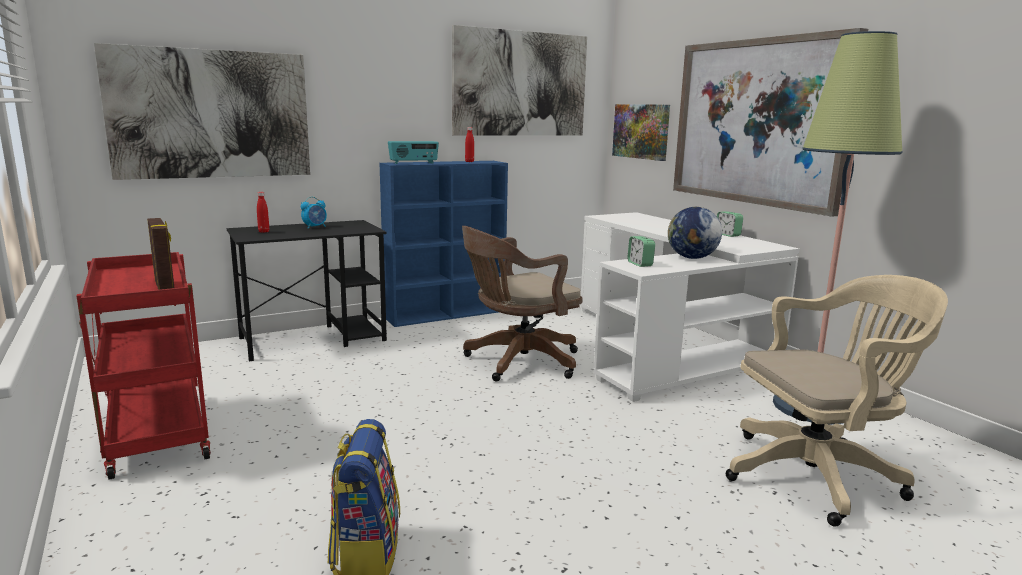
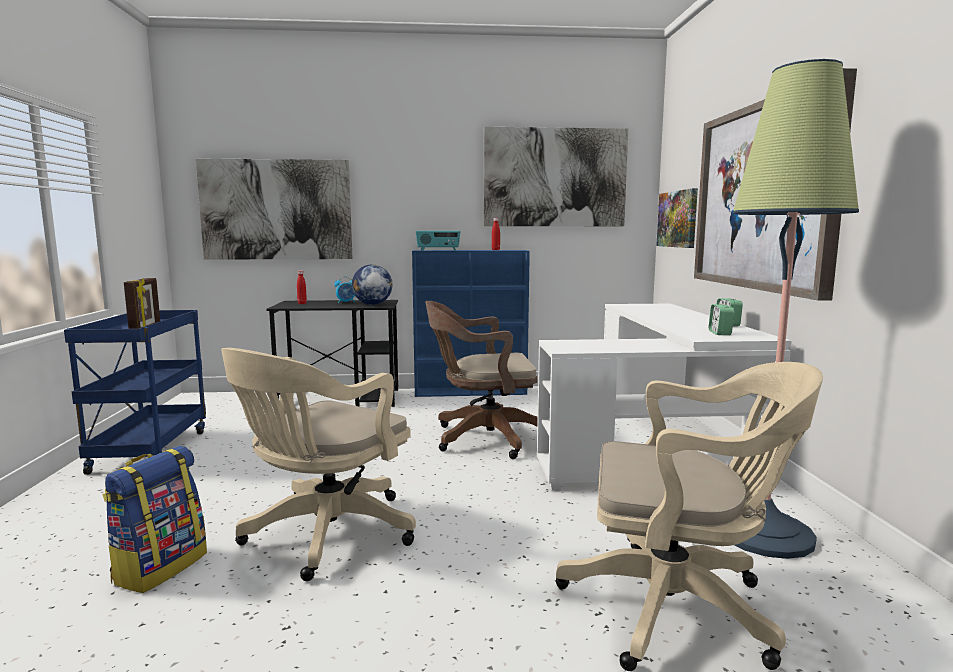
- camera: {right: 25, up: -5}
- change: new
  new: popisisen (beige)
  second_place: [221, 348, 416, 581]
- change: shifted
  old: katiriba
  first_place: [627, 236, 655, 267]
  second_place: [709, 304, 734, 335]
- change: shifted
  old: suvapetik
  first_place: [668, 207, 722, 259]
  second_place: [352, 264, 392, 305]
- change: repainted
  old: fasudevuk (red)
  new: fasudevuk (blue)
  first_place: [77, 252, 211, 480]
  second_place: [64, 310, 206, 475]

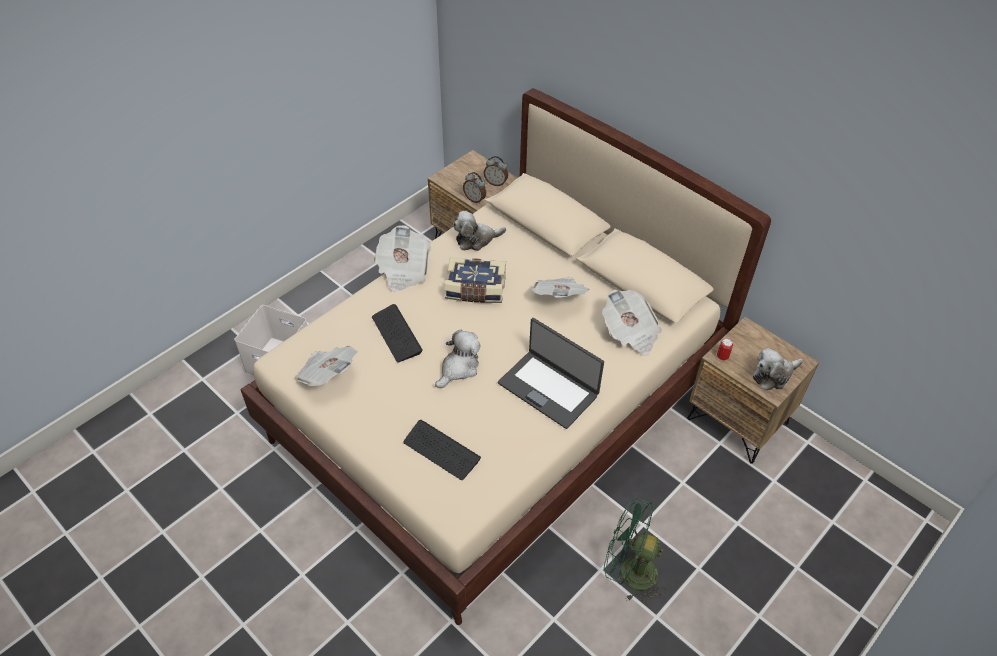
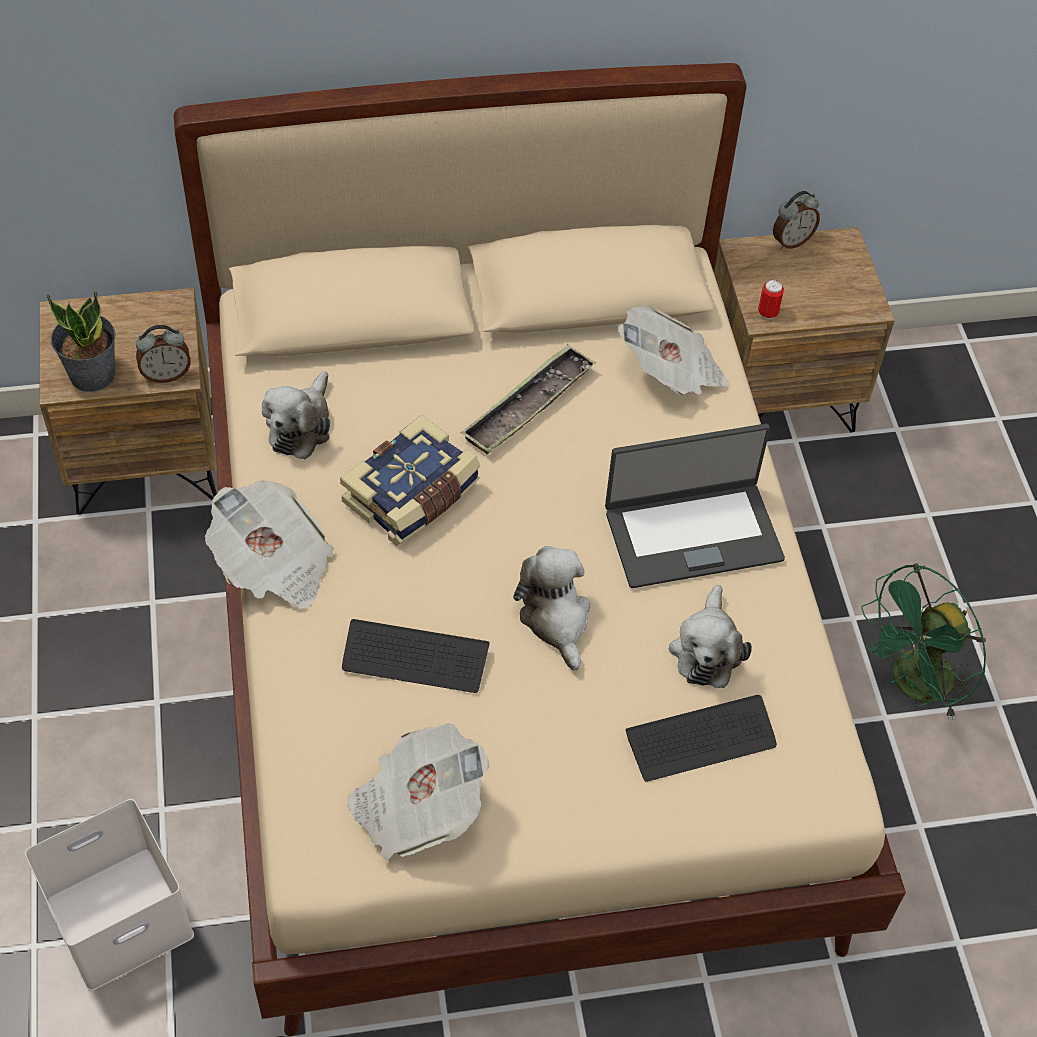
- camera: {right: -55, up: 5}
- change: new
  new: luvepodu
  second_place: [47, 291, 116, 392]
- change: shifted
  old: katiriba
  first_place: [484, 156, 508, 186]
  second_place: [773, 191, 820, 249]
- change: shifted
  old: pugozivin
  first_place: [753, 348, 803, 391]
  second_place: [669, 585, 752, 688]
- change: swapped
  old: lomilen
  new: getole
  first_place: [531, 277, 590, 298]
  second_place: [461, 344, 596, 454]

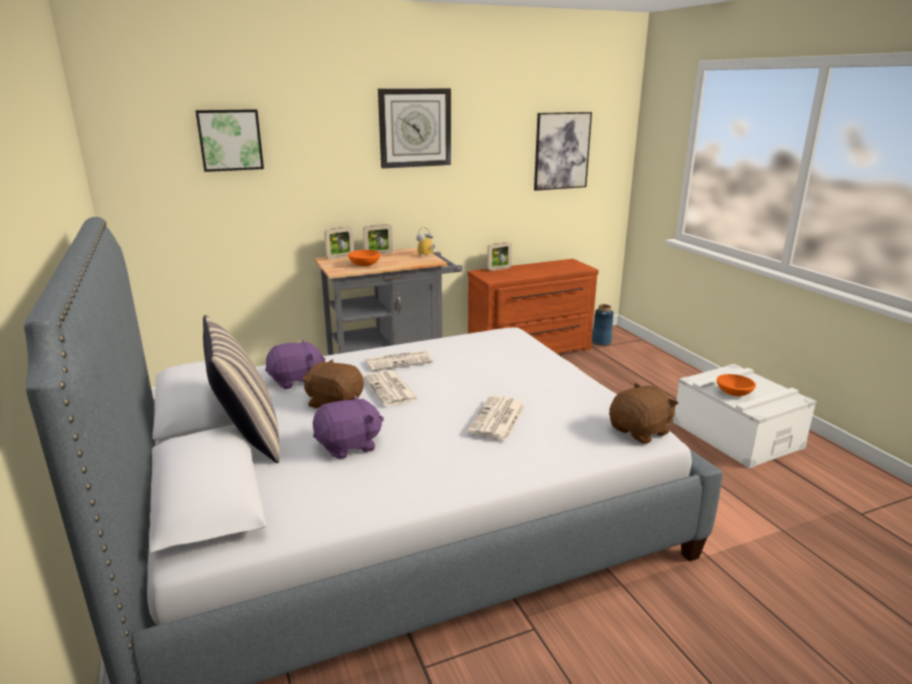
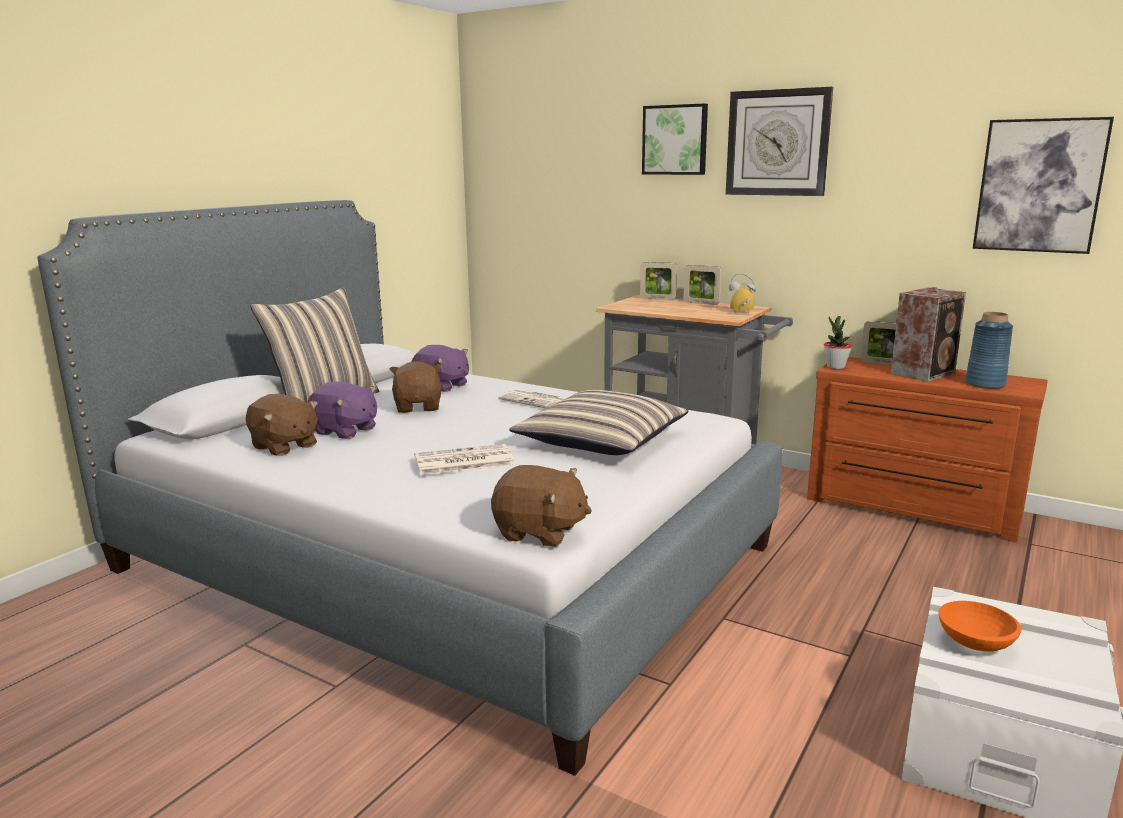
- camera: {right: 55, up: -5}
- change: gone
  old: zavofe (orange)
  first_place: [348, 250, 381, 266]
- change: gone
  old: lomilen
  first_place: [364, 370, 419, 406]
- change: new
  new: pugozivin (brown)
  second_place: [246, 394, 318, 456]
- change: new
  new: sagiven
  second_place: [509, 390, 689, 455]
- change: new
  new: luvepodu
  second_place: [824, 316, 852, 369]
- change: new
  new: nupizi
  second_place: [891, 287, 966, 382]
- change: shifted
  old: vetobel
  first_place: [195, 109, 264, 172]
  second_place: [642, 103, 708, 175]
- change: shifted
  old: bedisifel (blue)
  first_place: [592, 304, 614, 346]
  second_place: [965, 312, 1013, 389]

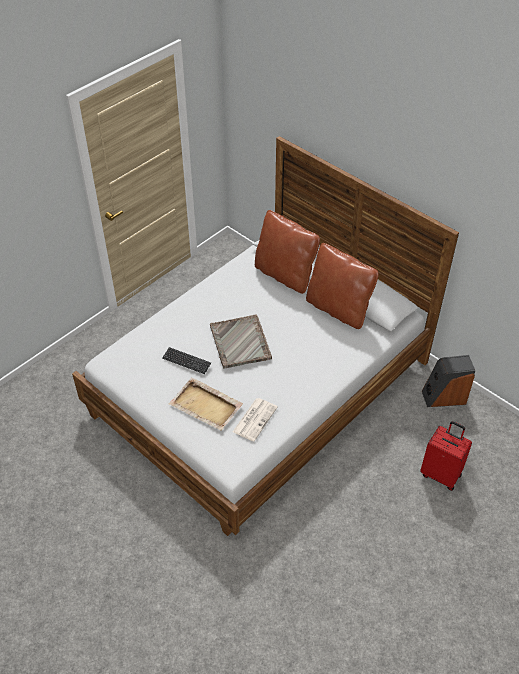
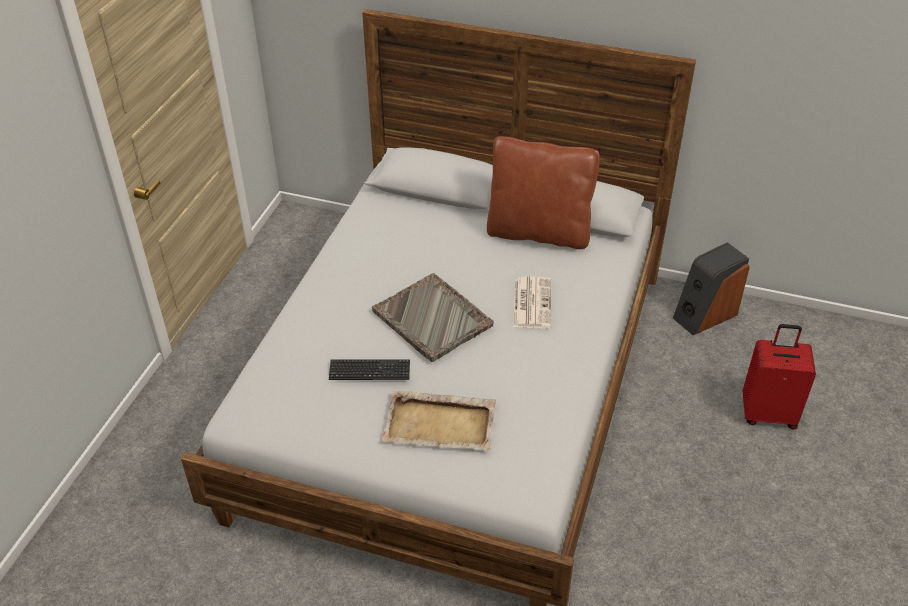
- camera: {right: -25, up: -5}
- change: gone
  old: sagiven (brown)
  first_place: [255, 210, 320, 294]
- change: shifted
  old: lomilen
  first_place: [233, 398, 278, 442]
  second_place: [513, 277, 551, 329]

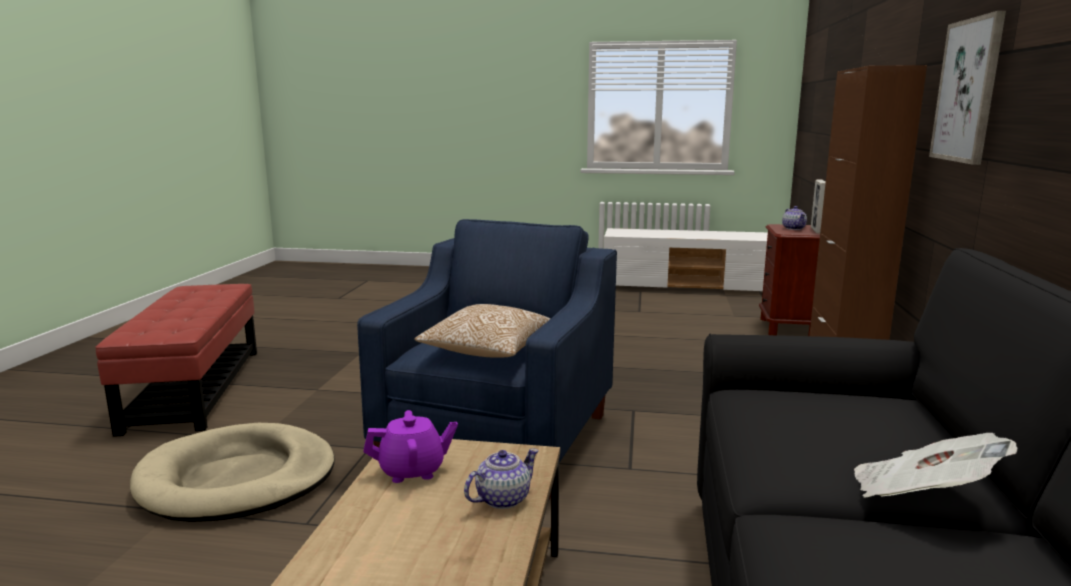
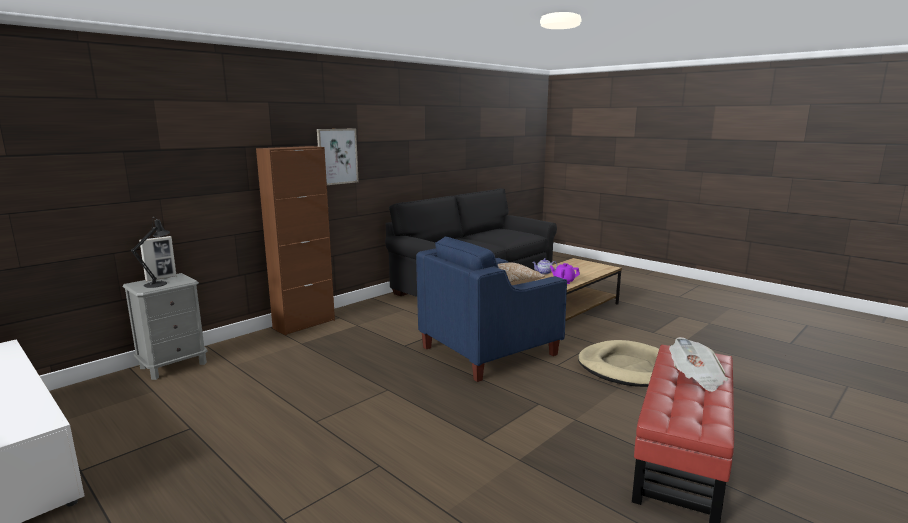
- camera: {right: -145, up: 0}
- change: shifted
  old: lomilen
  first_place: [854, 433, 1017, 497]
  second_place: [669, 337, 728, 392]
- change: swapped
  old: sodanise
  new: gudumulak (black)
  first_place: [782, 206, 807, 230]
  second_place: [131, 217, 170, 288]
- change: repainted
  old: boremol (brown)
  new: boremol (grey)
  first_place: [759, 224, 820, 336]
  second_place: [122, 273, 208, 380]

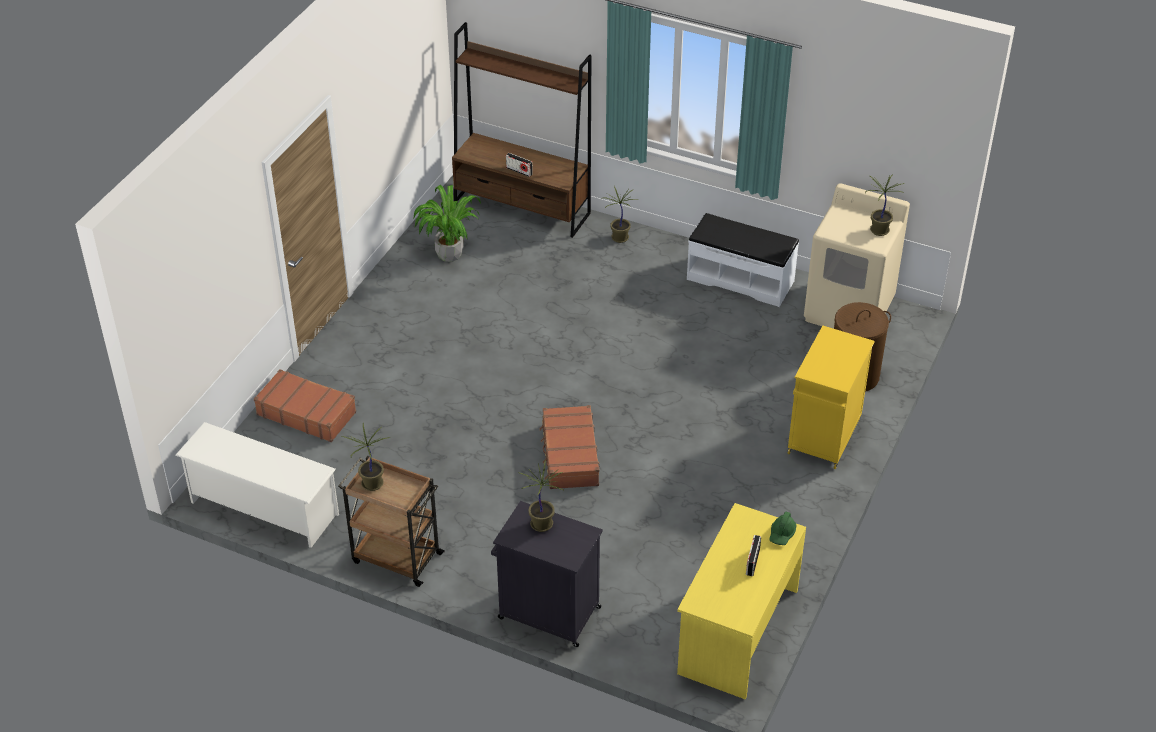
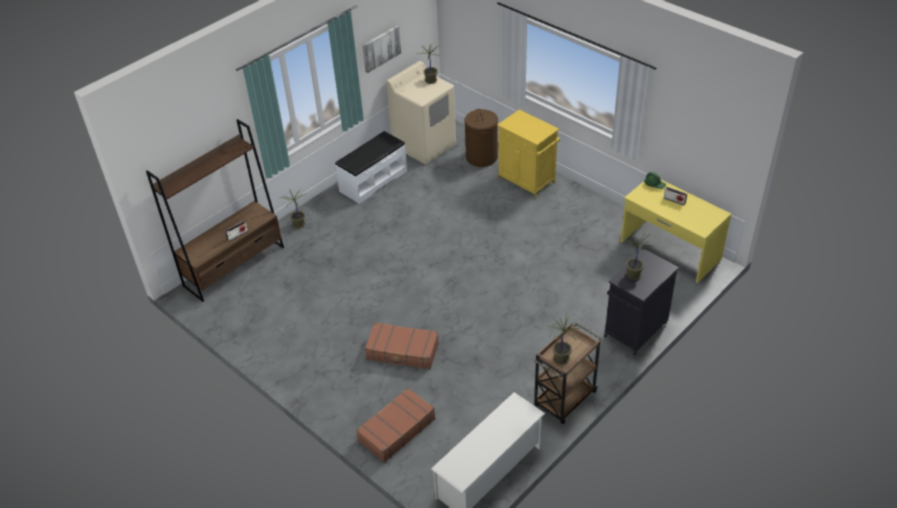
- camera: {right: -70, up: 0}
- change: gone
  old: luvepodu
  first_place: [413, 185, 481, 262]
- change: new
  new: vetobel
  second_place: [363, 25, 401, 73]
- change: shifted
  old: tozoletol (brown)
  first_place: [540, 405, 599, 489]
  second_place: [364, 322, 439, 369]

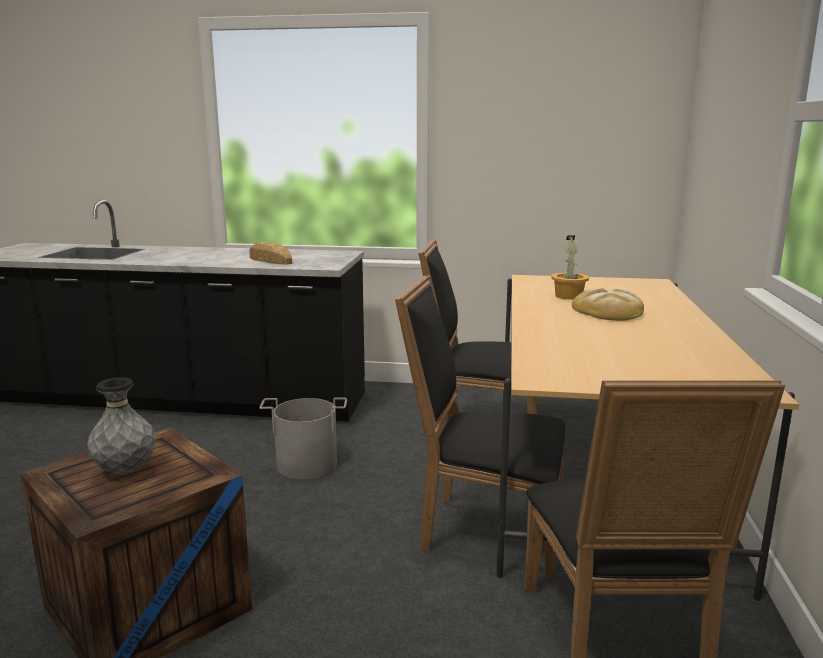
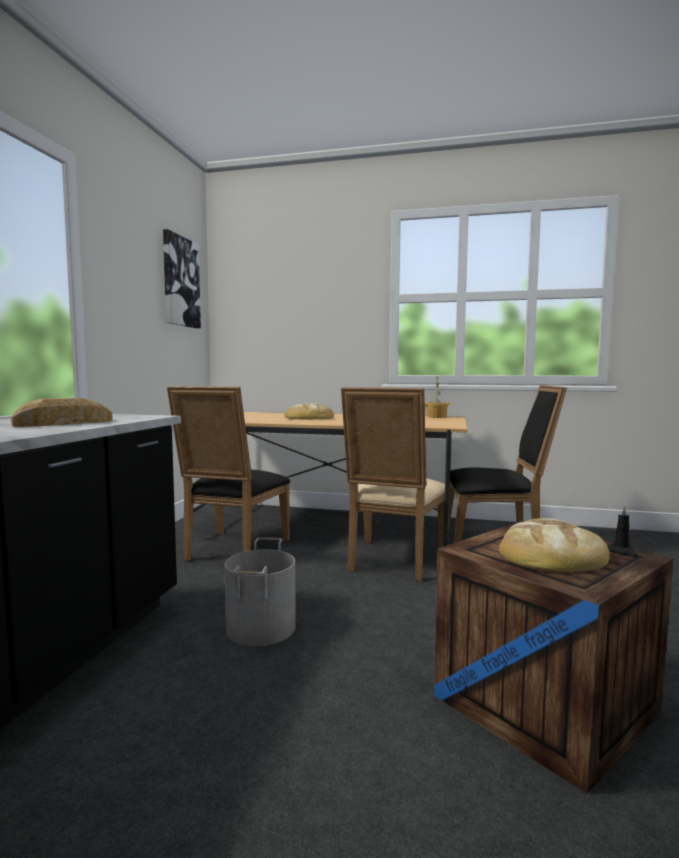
- camera: {right: -85, up: -10}
- change: new
  new: vetobel
  second_place: [163, 229, 201, 328]
- change: new
  new: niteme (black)
  second_place: [607, 506, 638, 557]
- change: shifted
  old: luvepodu
  first_place: [551, 235, 589, 300]
  second_place: [425, 376, 450, 418]
- change: swapped
  old: bedisifel (grey)
  new: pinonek
  first_place: [87, 377, 156, 475]
  second_place: [499, 518, 610, 572]
- change: repainted
  old: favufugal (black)
  new: favufugal (beige)
  first_place: [395, 275, 565, 580]
  second_place: [341, 387, 445, 581]

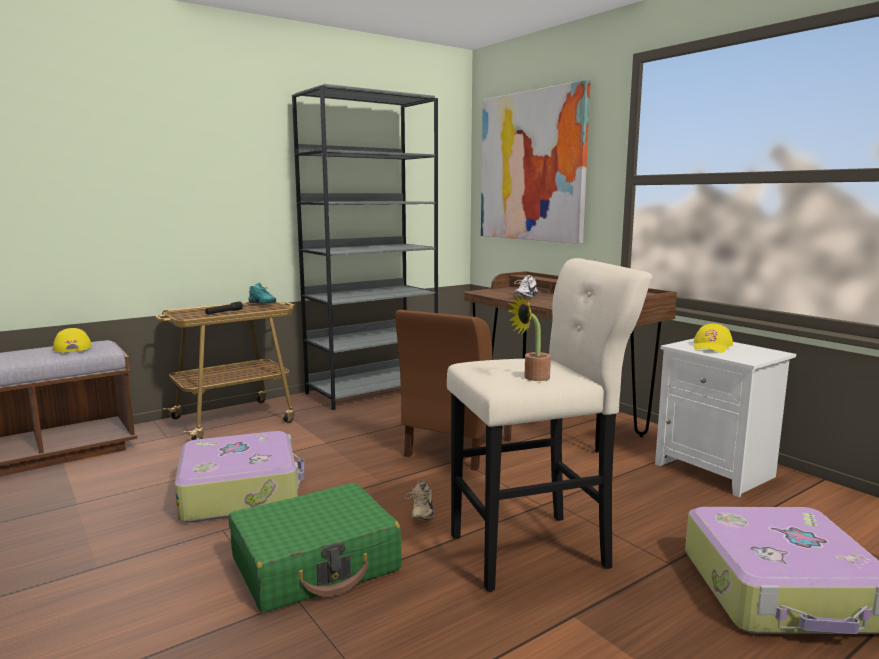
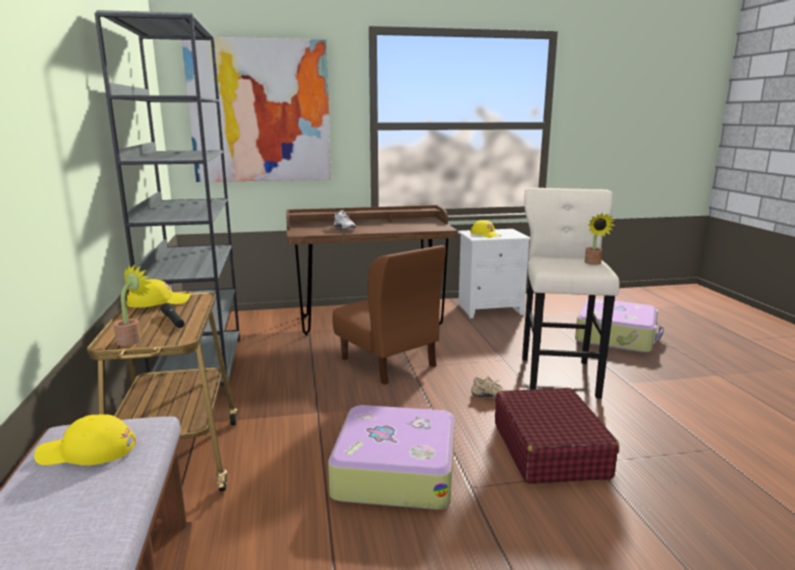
- camera: {right: -65, up: 5}
- change: new
  new: luvepodu
  second_place: [114, 264, 152, 346]
- change: swapped
  old: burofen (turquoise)
  new: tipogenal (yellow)
  first_place: [248, 283, 276, 304]
  second_place: [126, 279, 190, 308]
- change: repainted
  old: tozoletol (green)
  new: tozoletol (red)
  first_place: [229, 483, 402, 613]
  second_place: [495, 388, 619, 484]

